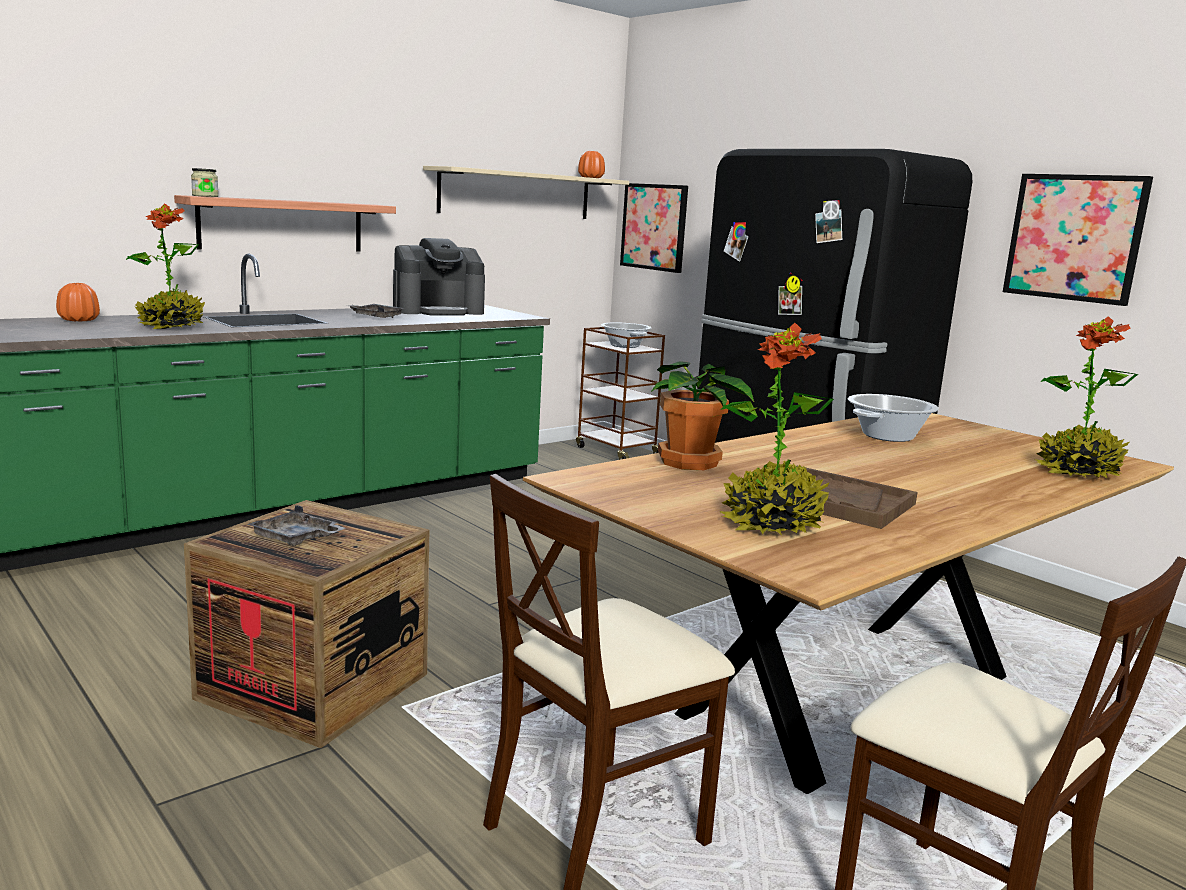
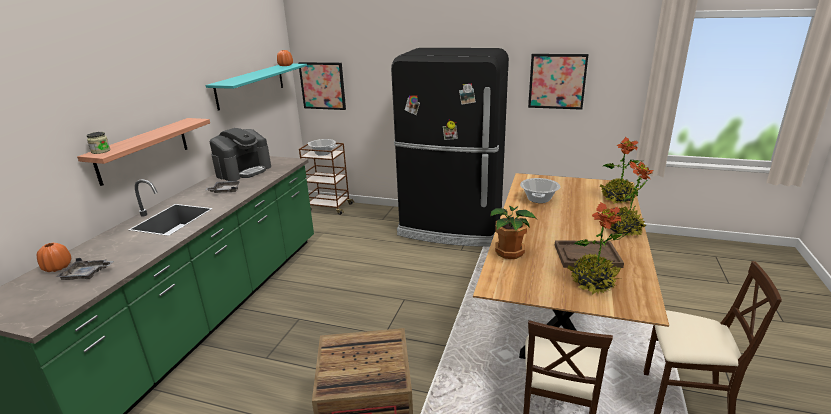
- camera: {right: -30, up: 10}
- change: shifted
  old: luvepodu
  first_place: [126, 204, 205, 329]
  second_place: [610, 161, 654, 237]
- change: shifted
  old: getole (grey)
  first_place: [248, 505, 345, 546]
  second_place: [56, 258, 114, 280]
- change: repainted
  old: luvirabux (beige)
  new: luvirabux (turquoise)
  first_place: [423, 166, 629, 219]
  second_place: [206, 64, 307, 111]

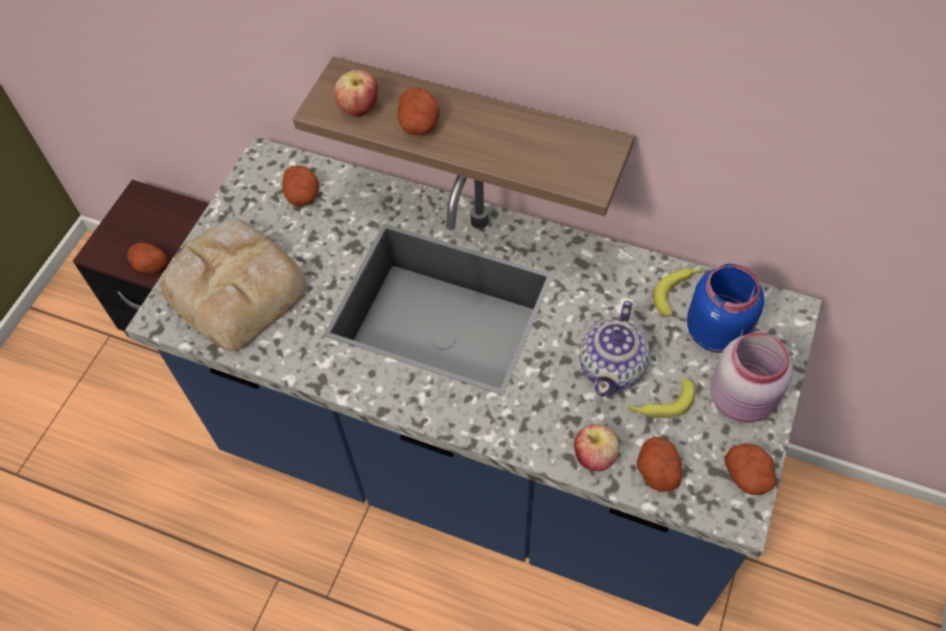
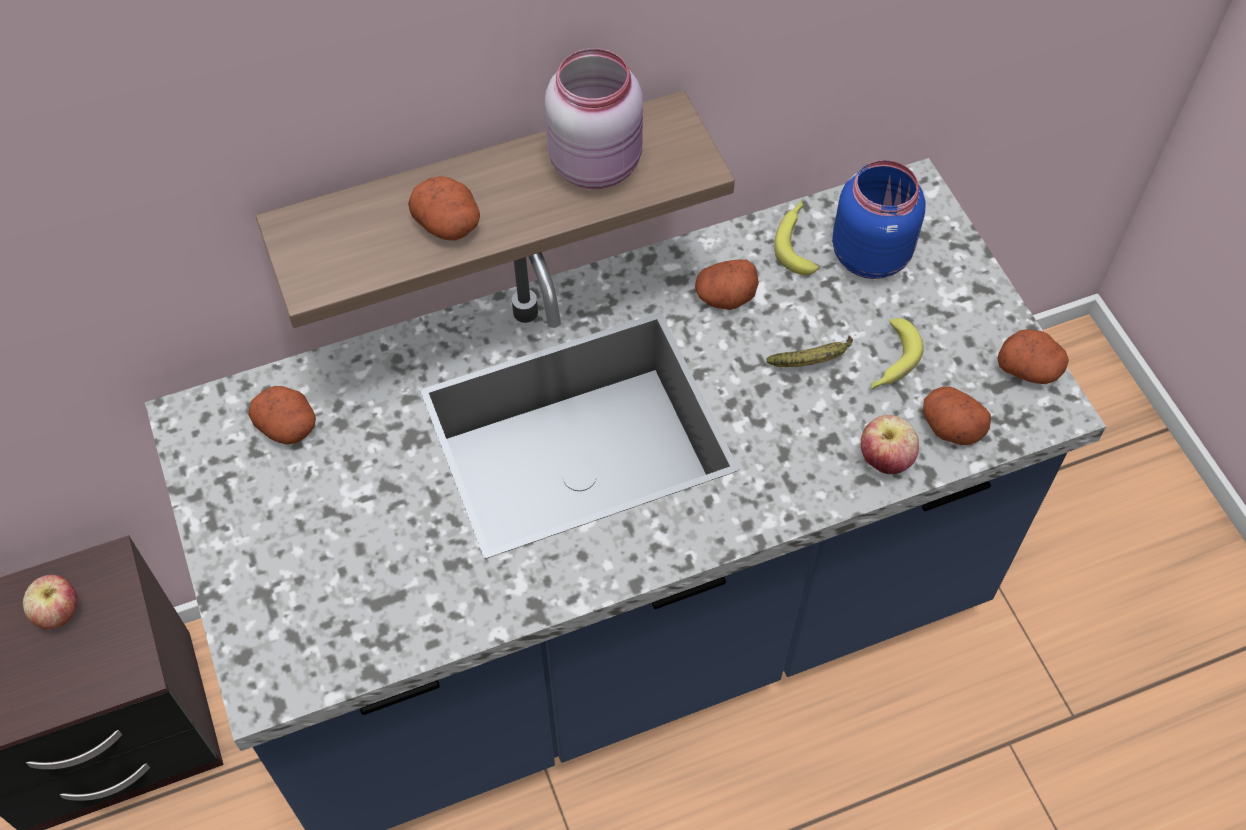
- camera: {right: -45, up: 0}
- change: gone
  old: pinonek
  first_place: [161, 218, 307, 351]
- change: shifted
  old: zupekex
  first_place: [127, 242, 167, 273]
  second_place: [695, 259, 759, 310]
- change: shifted
  old: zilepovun
  first_place: [334, 70, 378, 116]
  second_place: [23, 575, 78, 629]
- change: shifted
  old: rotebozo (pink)
  first_place: [710, 332, 793, 423]
  second_place: [545, 48, 643, 189]
- change: swapped
  old: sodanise
  new: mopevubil
  first_place: [579, 301, 650, 396]
  second_place: [766, 336, 853, 367]

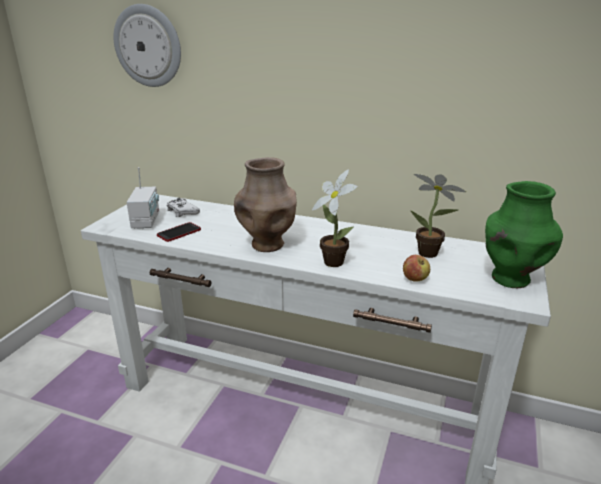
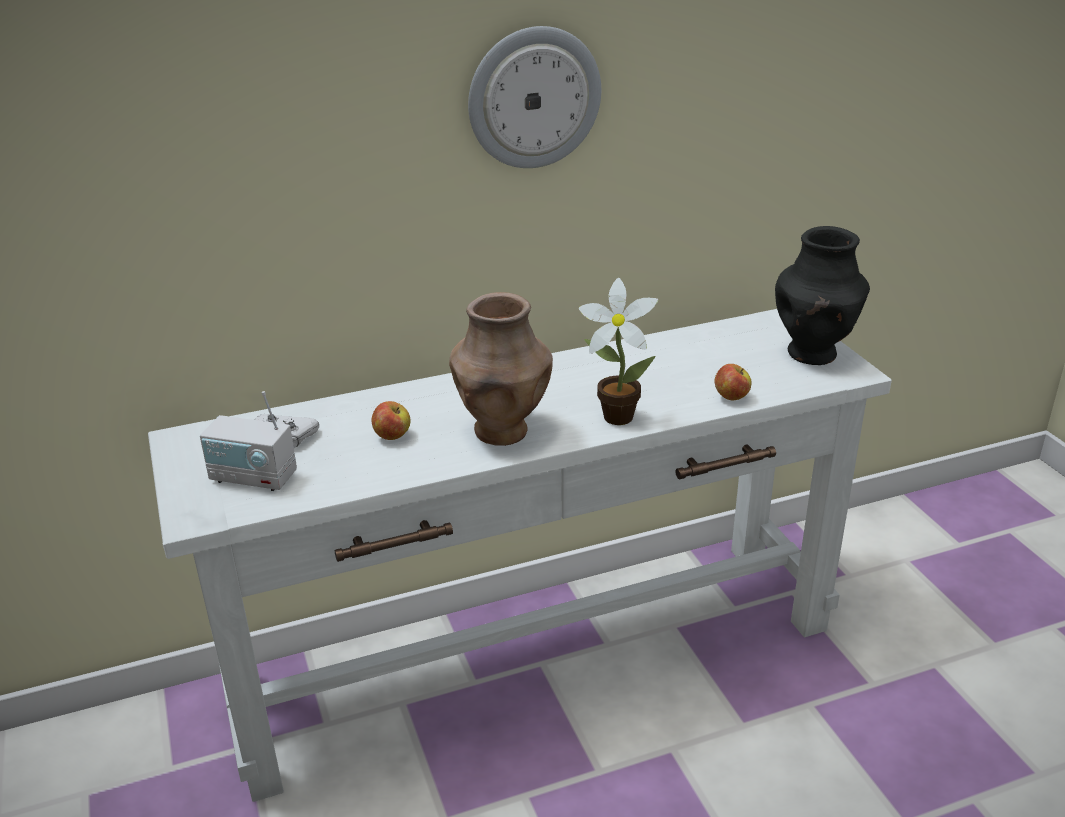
- camera: {right: -40, up: 5}
- change: gone
  old: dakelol
  first_place: [157, 222, 201, 242]
- change: gone
  old: luvepodu
  first_place: [410, 174, 466, 258]
- change: new
  new: zilepovun
  second_place: [371, 401, 411, 440]
- change: shifted
  old: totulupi
  first_place: [114, 4, 181, 87]
  second_place: [468, 26, 601, 168]
- change: repainted
  old: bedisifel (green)
  new: bedisifel (black)
  first_place: [485, 181, 563, 288]
  second_place: [775, 226, 870, 365]
- change: rotated
  old: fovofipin
  first_place: [127, 167, 159, 228]
  second_place: [200, 391, 297, 491]
  degrees: 150

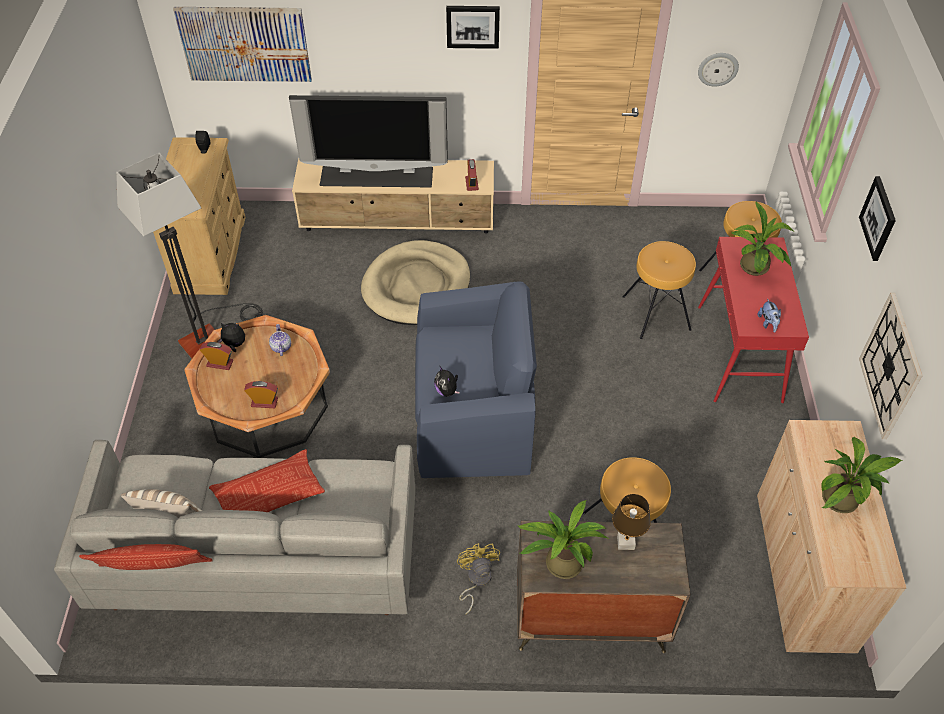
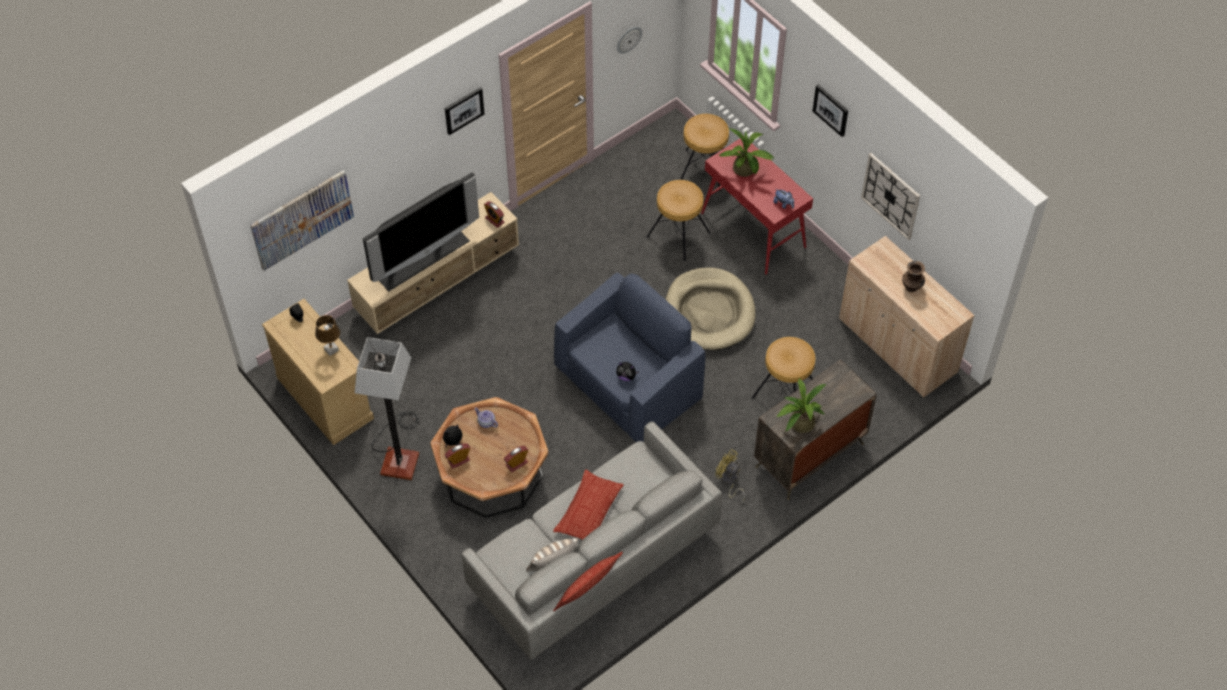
- camera: {right: -40, up: 5}
- change: shifted
  old: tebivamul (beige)
  first_place: [361, 240, 470, 325]
  second_place: [665, 267, 756, 350]
- change: shifted
  old: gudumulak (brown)
  first_place: [612, 494, 651, 550]
  second_place: [315, 315, 340, 356]
- change: swapped
  old: luvepodu
  new: bedisifel (brown)
  first_place: [821, 437, 902, 513]
  second_place: [902, 261, 925, 292]

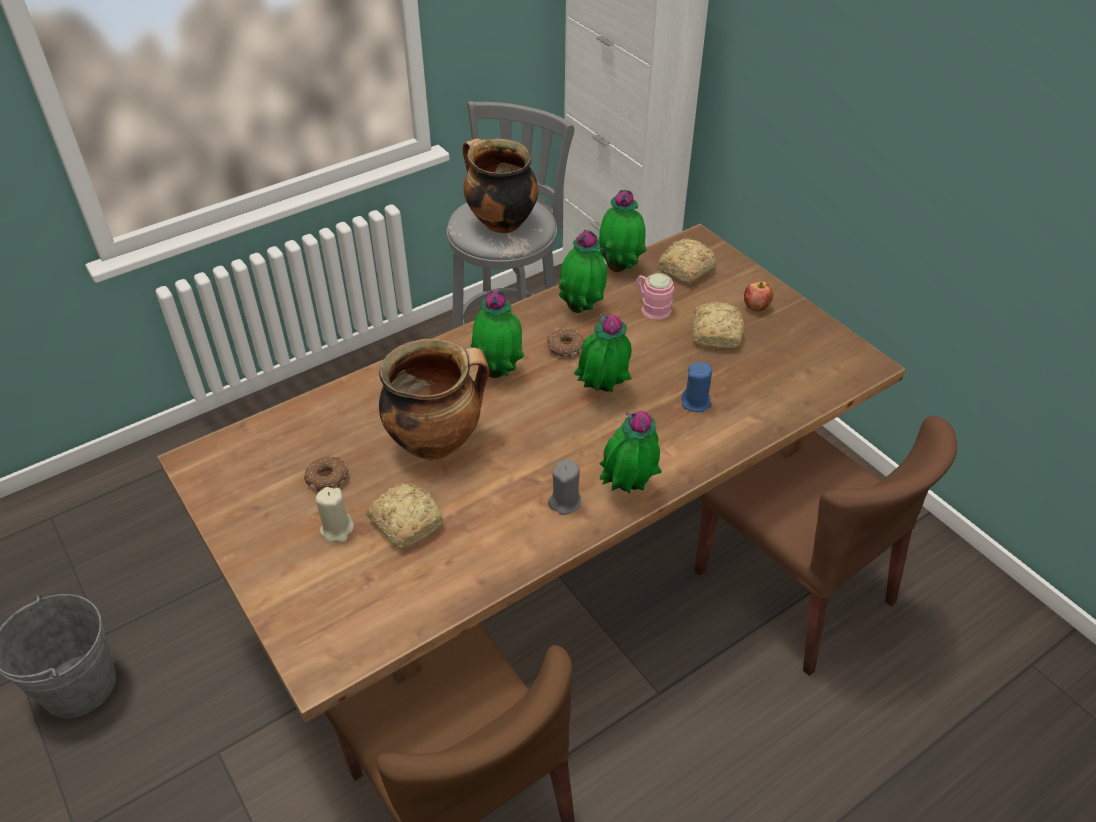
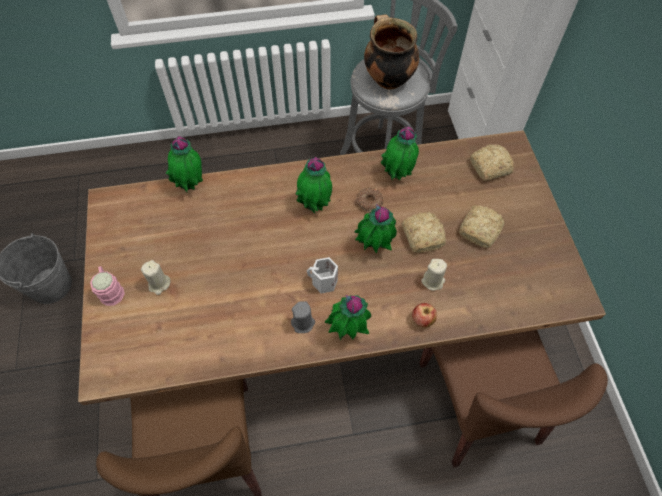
- camera: {right: 25, up: 15}
- change: gone
  old: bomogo
  first_place: [304, 456, 349, 492]
- change: gone
  old: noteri
  first_place: [379, 339, 489, 460]
- change: new
  new: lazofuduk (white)
  second_place: [307, 257, 338, 293]
- change: shifted
  old: pinonek
  first_place: [366, 483, 443, 549]
  second_place: [401, 212, 446, 253]
- change: shifted
  old: luvepodu
  first_place: [598, 190, 647, 272]
  second_place: [166, 136, 203, 193]
- change: shifted
  old: lazofuduk (pink)
  first_place: [636, 273, 674, 319]
  second_place: [90, 266, 125, 306]
- change: shifted
  old: zilepovun
  first_place: [744, 281, 773, 311]
  second_place: [412, 303, 437, 327]
- change: repainted
  old: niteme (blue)
  new: niteme (beige)
  first_place: [681, 362, 712, 412]
  second_place: [421, 259, 447, 291]

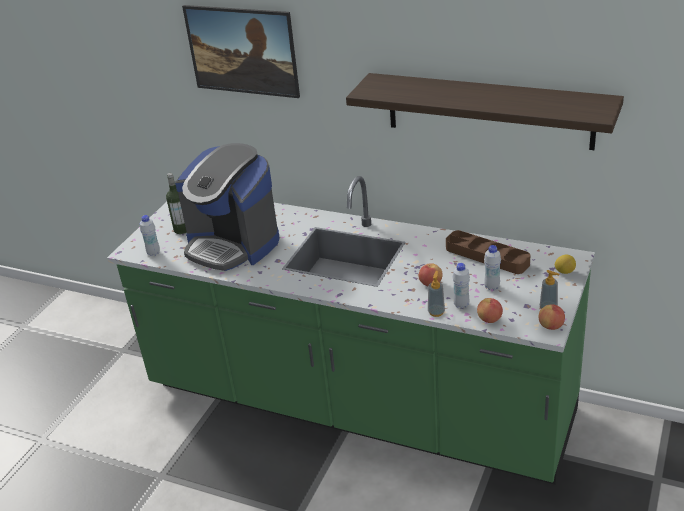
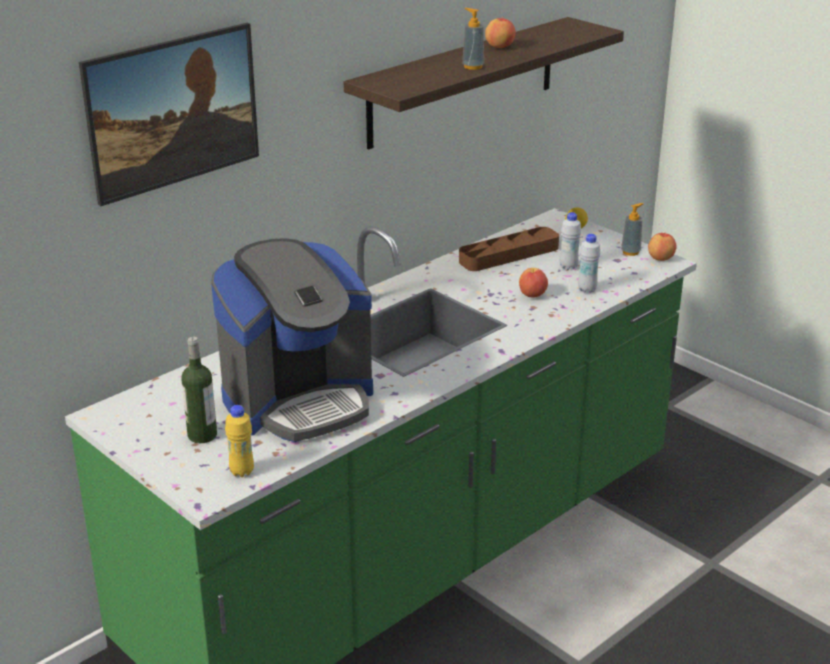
- camera: {right: -70, up: -5}
- change: shifted
  old: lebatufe
  first_place: [428, 271, 445, 317]
  second_place: [462, 8, 484, 70]
- change: shifted
  old: zilepovun
  first_place: [477, 298, 503, 323]
  second_place: [485, 17, 516, 48]
- change: repainted
  old: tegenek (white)
  new: tegenek (yellow)
  first_place: [140, 215, 160, 256]
  second_place: [225, 405, 254, 477]

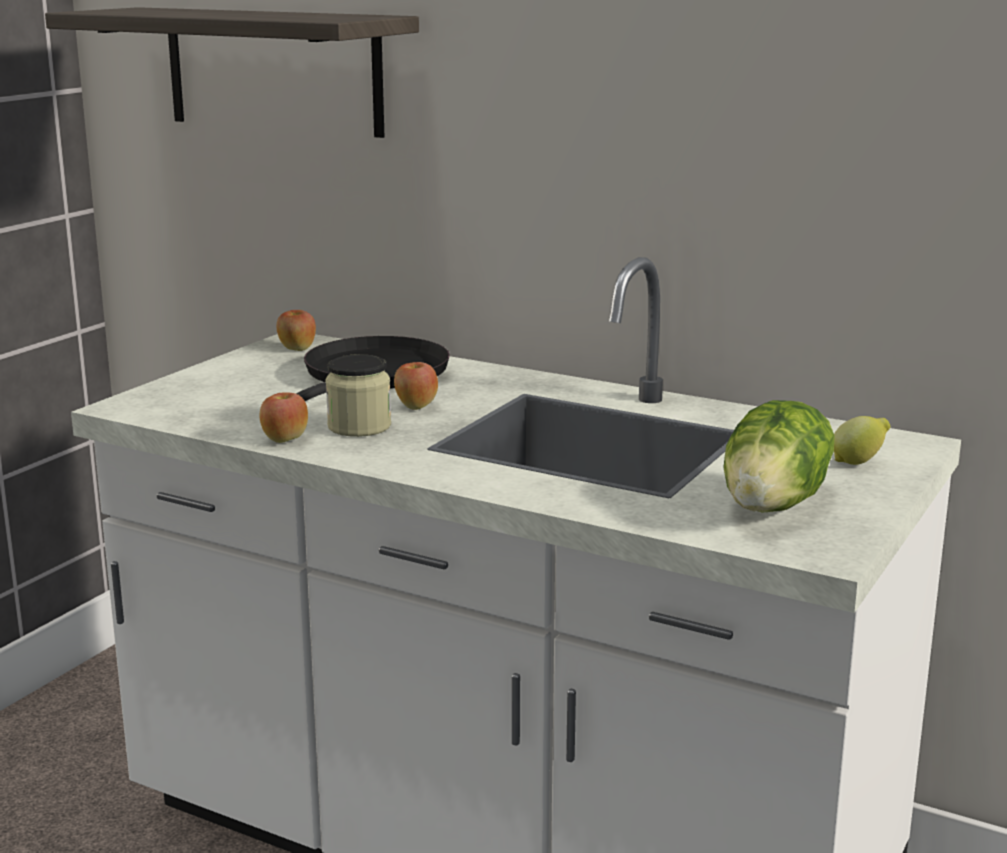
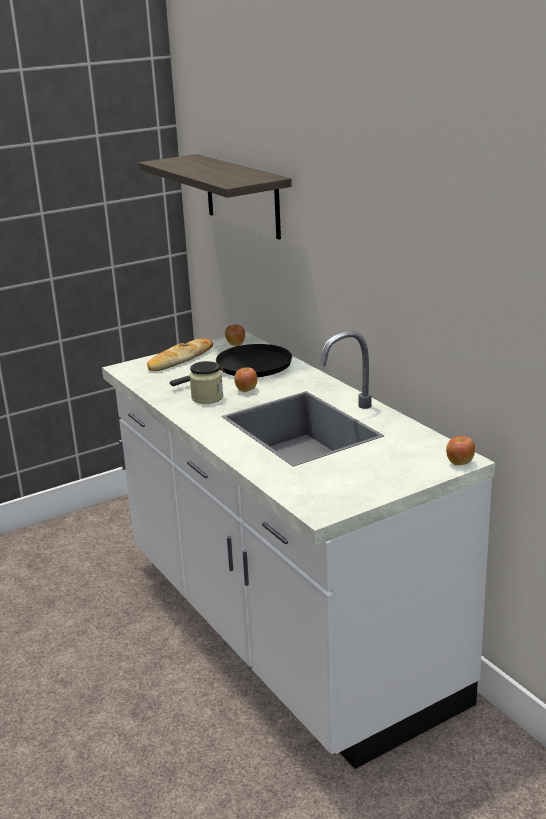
- camera: {right: 30, up: 5}
- change: gone
  old: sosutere
  first_place: [724, 400, 834, 513]
- change: gone
  old: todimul
  first_place: [834, 416, 890, 465]
- change: new
  new: pinonek
  second_place: [147, 339, 213, 371]
- change: shifted
  old: zilepovun
  first_place: [260, 393, 308, 443]
  second_place: [446, 436, 475, 465]

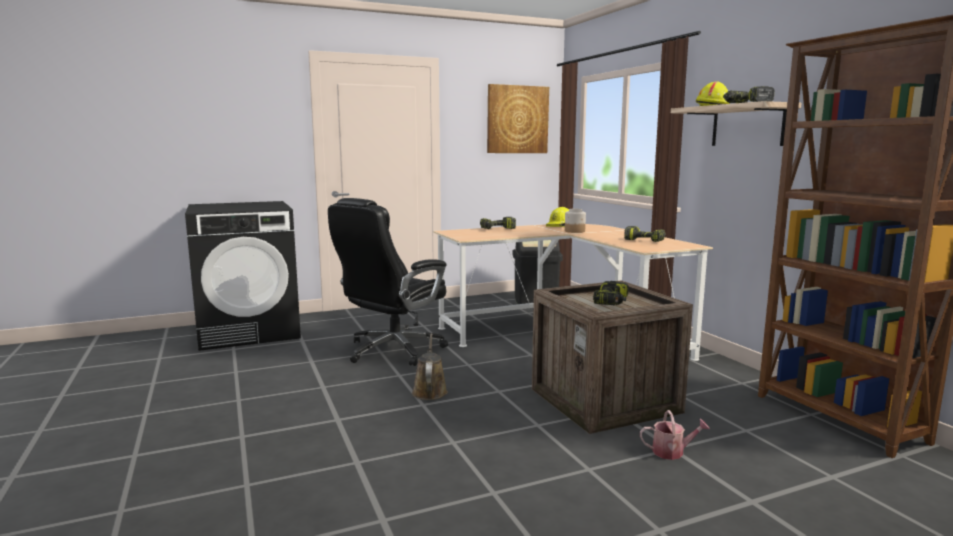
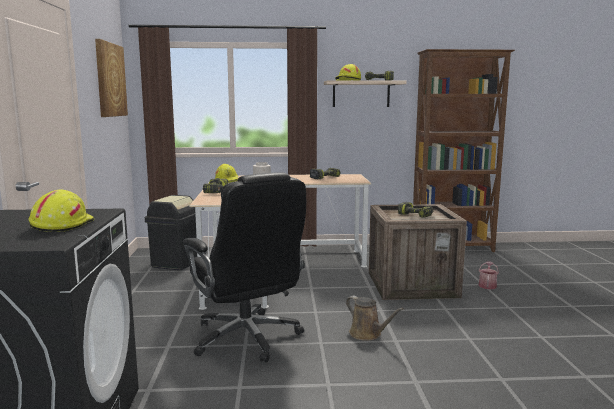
- camera: {right: -70, up: 0}
- change: new
  new: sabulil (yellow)
  second_place: [29, 190, 94, 232]
- change: rotated
  old: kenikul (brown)
  first_place: [412, 333, 448, 400]
  second_place: [346, 296, 404, 341]
  degrees: -150

